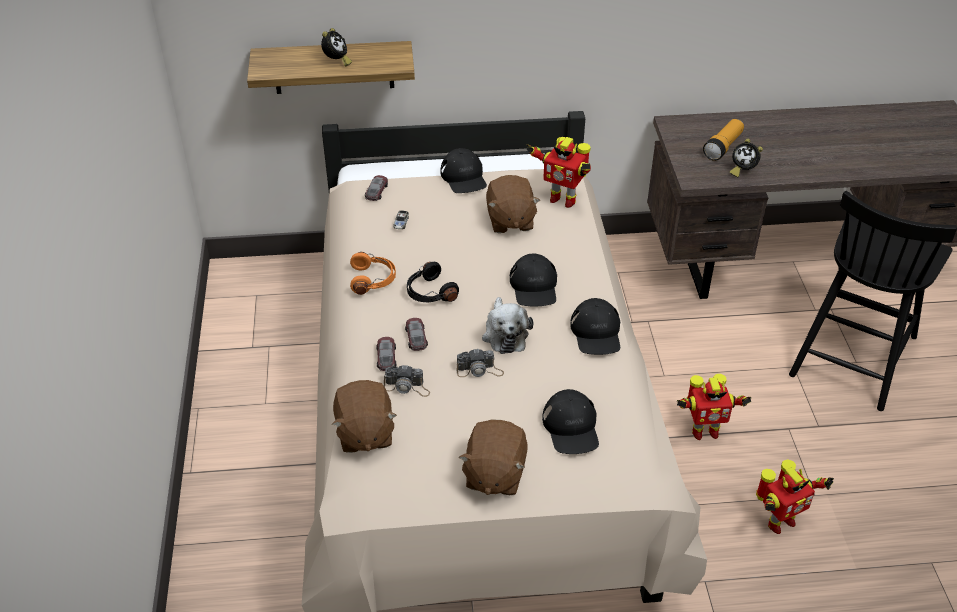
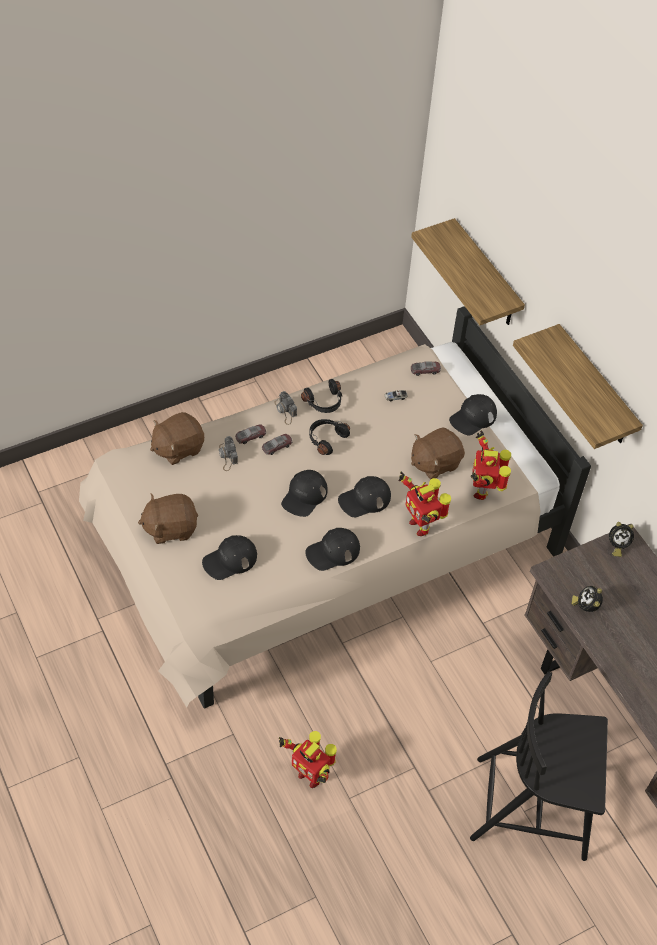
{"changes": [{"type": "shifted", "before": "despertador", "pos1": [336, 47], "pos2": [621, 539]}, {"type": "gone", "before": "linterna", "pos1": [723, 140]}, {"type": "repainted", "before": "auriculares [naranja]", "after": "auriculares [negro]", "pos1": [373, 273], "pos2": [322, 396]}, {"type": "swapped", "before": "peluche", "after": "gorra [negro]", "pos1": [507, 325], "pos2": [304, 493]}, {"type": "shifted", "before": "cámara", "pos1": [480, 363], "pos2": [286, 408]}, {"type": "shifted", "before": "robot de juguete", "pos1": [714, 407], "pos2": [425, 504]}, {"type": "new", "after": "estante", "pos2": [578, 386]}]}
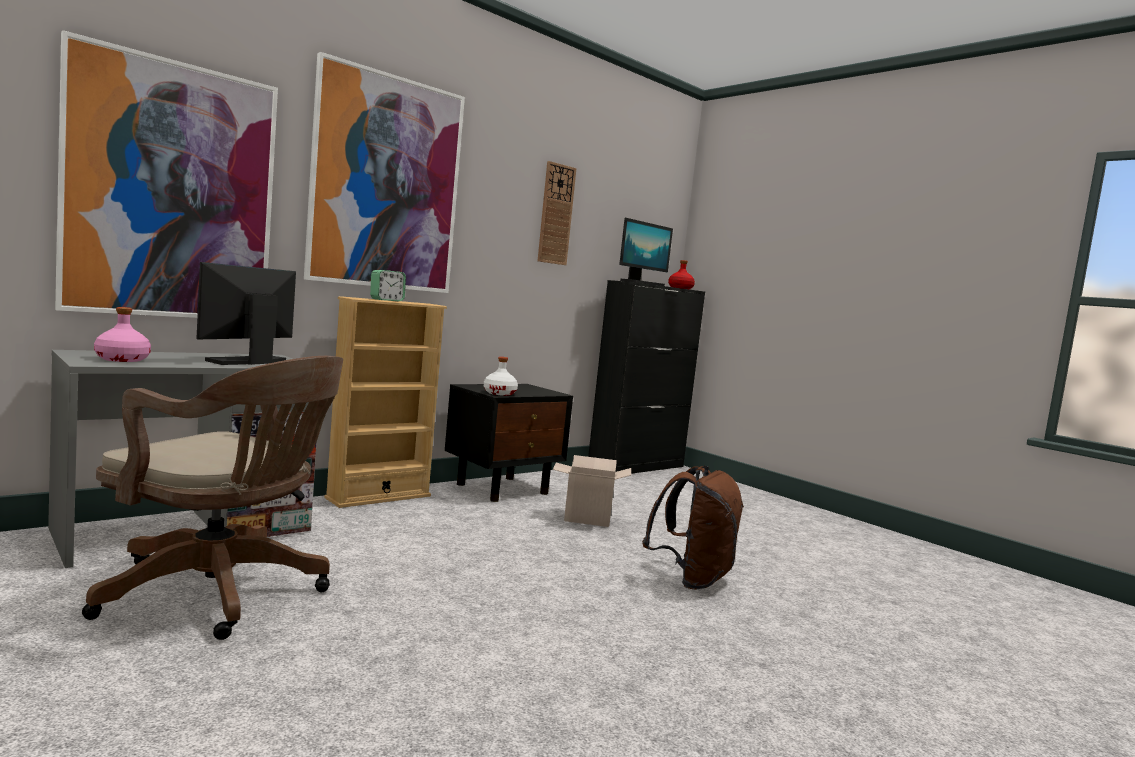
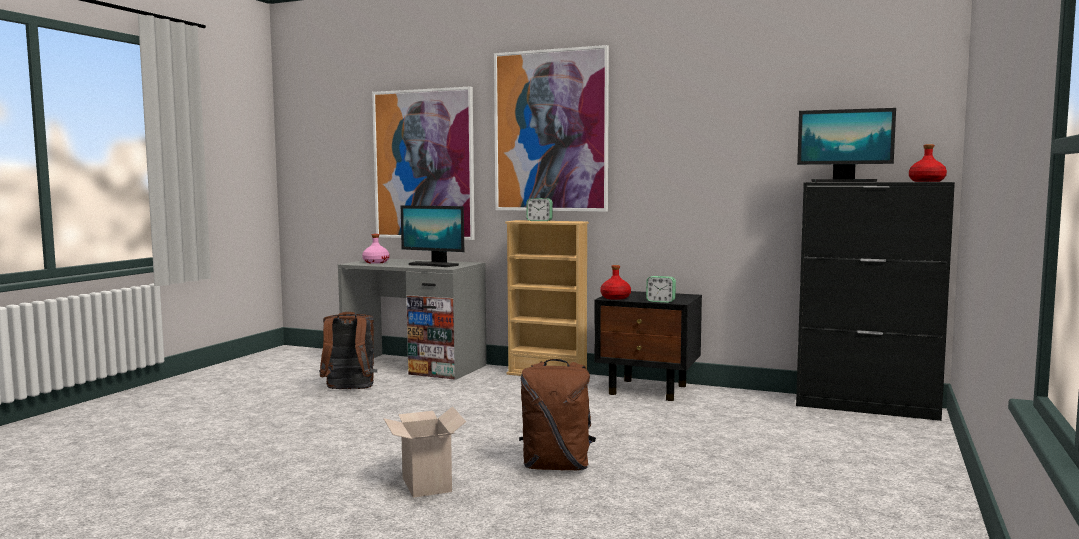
{"changes": [{"type": "gone", "before": "reloj de pared", "pos1": [557, 213]}, {"type": "rotated", "before": "monitor", "pos1": [246, 313], "pos2": [432, 236], "turn": -150}, {"type": "swapped", "before": "silla de oficina [marrón]", "after": "mochila [marrón]", "pos1": [212, 498], "pos2": [348, 350]}, {"type": "repainted", "before": "botella [blanco]", "after": "botella [rojo]", "pos1": [501, 376], "pos2": [615, 282]}, {"type": "shifted", "before": "caja de cartón", "pos1": [592, 491], "pos2": [424, 452]}, {"type": "new", "after": "despertador", "pos2": [661, 289]}]}
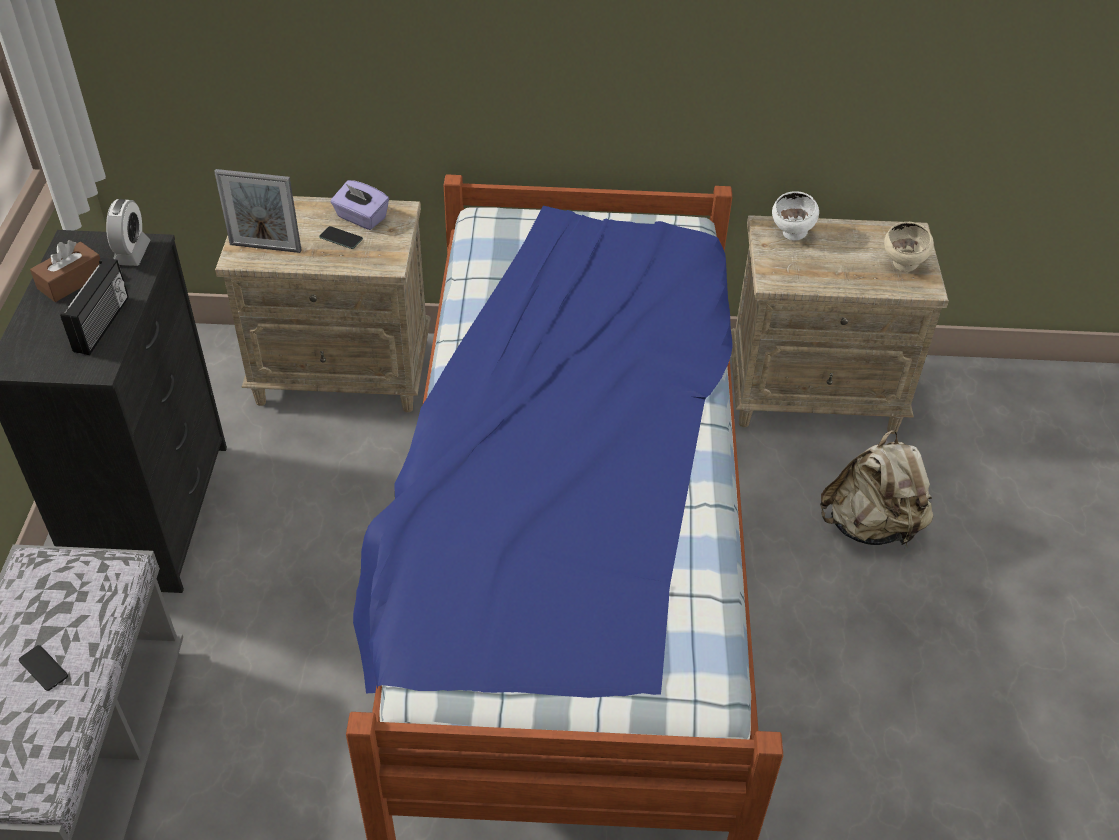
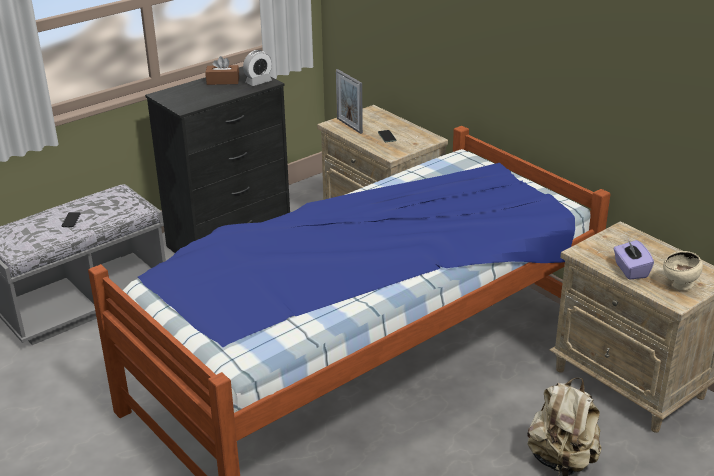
{"changes": [{"type": "shifted", "before": "caja de pañuelos [morado]", "pos1": [360, 205], "pos2": [633, 259]}, {"type": "gone", "before": "cuenco [blanco]", "pos1": [795, 215]}, {"type": "gone", "before": "radio", "pos1": [94, 306]}]}
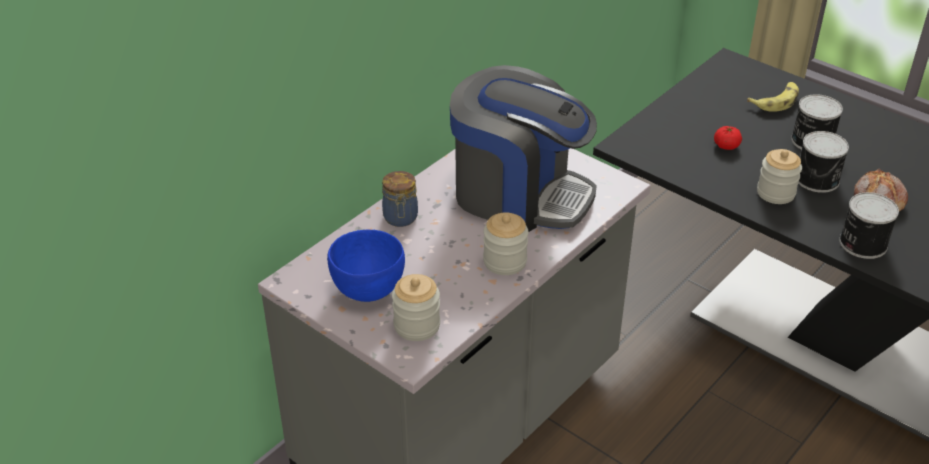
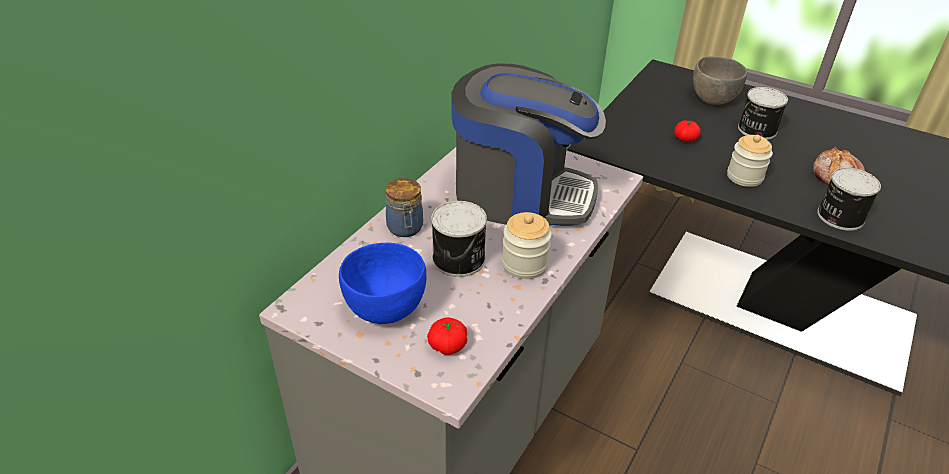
{"changes": [{"type": "swapped", "before": "plátano", "after": "cuenco [gris]", "pos1": [773, 97], "pos2": [720, 80]}, {"type": "shifted", "before": "lata", "pos1": [823, 162], "pos2": [459, 239]}, {"type": "swapped", "before": "tarro", "after": "tomate", "pos1": [416, 307], "pos2": [447, 336]}]}
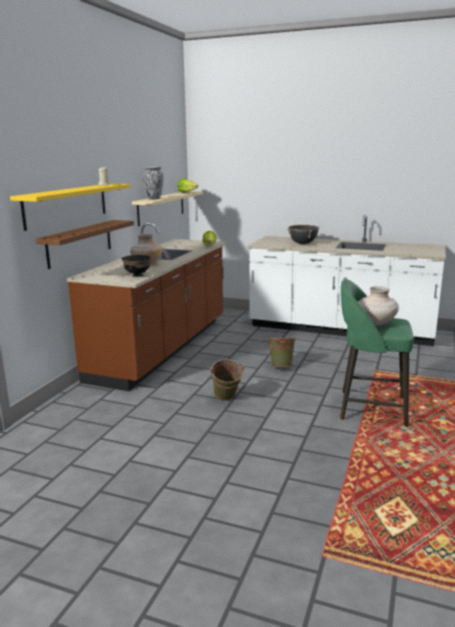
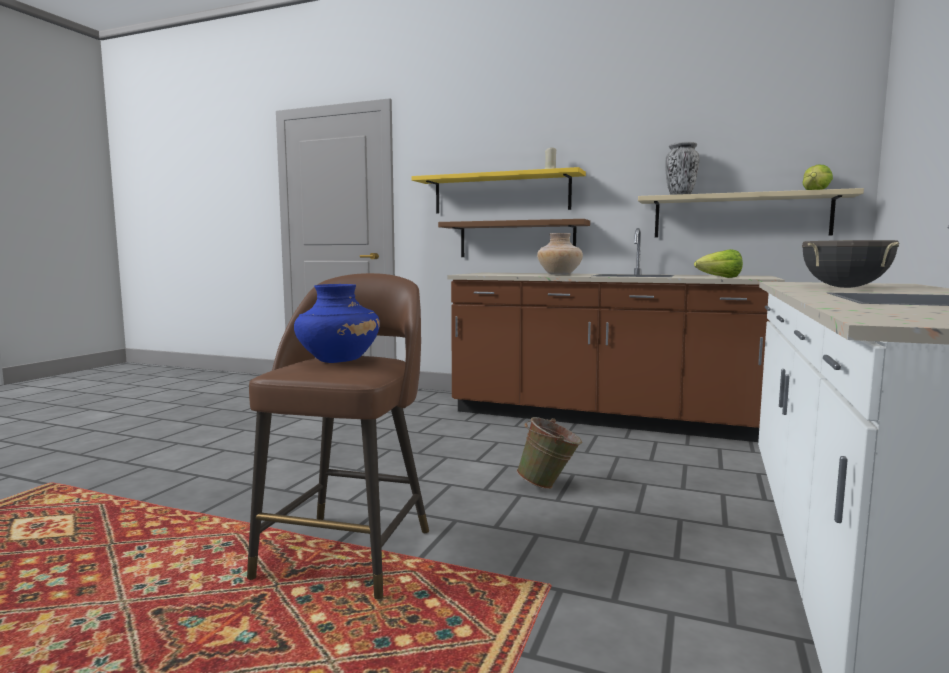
{"changes": [{"type": "gone", "before": "cuenco [negro]", "pos1": [136, 266]}, {"type": "repainted", "before": "taburete [verde]", "after": "taburete [marrón]", "pos1": [377, 353], "pos2": [338, 436]}, {"type": "repainted", "before": "florero [beis]", "after": "florero [azul]", "pos1": [378, 306], "pos2": [337, 323]}, {"type": "gone", "before": "cubo [verde]", "pos1": [227, 380]}]}
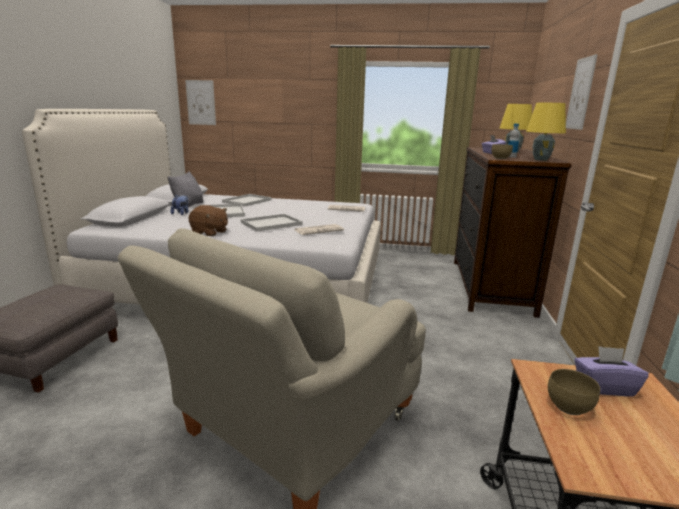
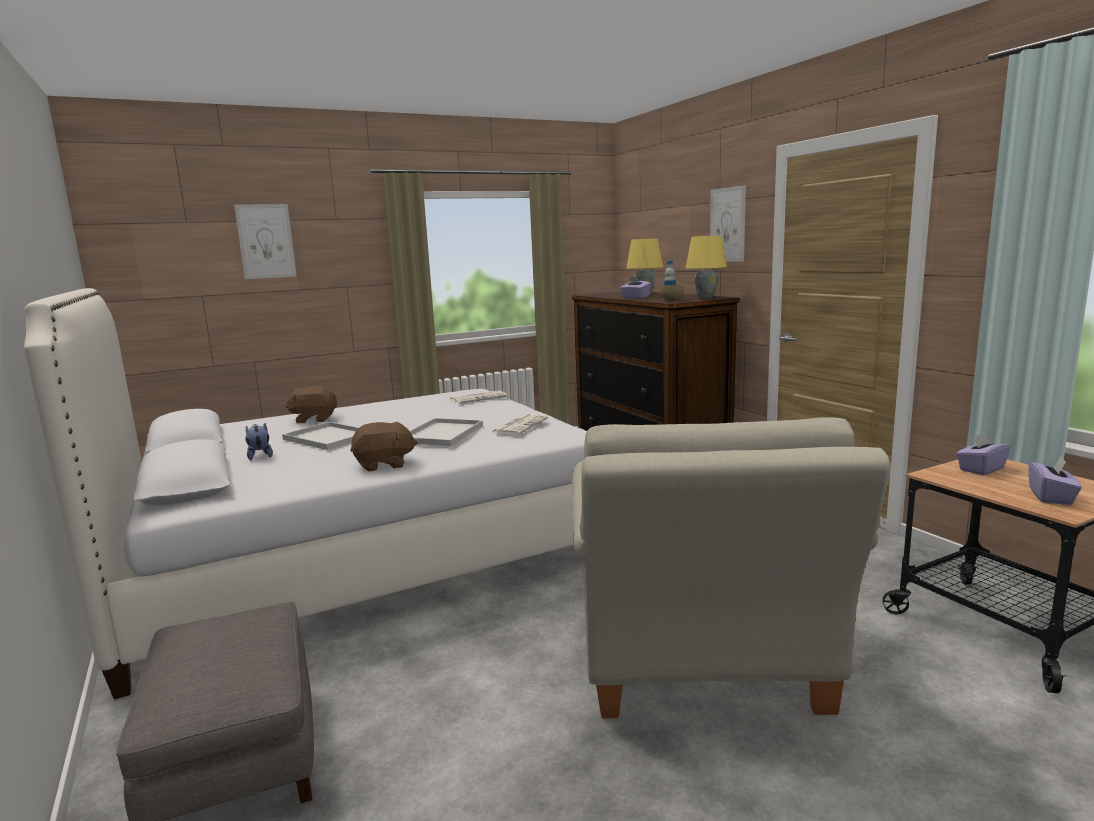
{"changes": [{"type": "shifted", "before": "cuadro", "pos1": [200, 102], "pos2": [265, 241]}, {"type": "gone", "before": "cojín [gris]", "pos1": [185, 189]}, {"type": "swapped", "before": "bandeja [blanco]", "after": "peluche [marrón]", "pos1": [247, 200], "pos2": [311, 404]}, {"type": "gone", "before": "cuenco [marrón]", "pos1": [574, 392]}, {"type": "new", "after": "caja de pañuelos [morado]", "pos2": [1055, 481]}]}
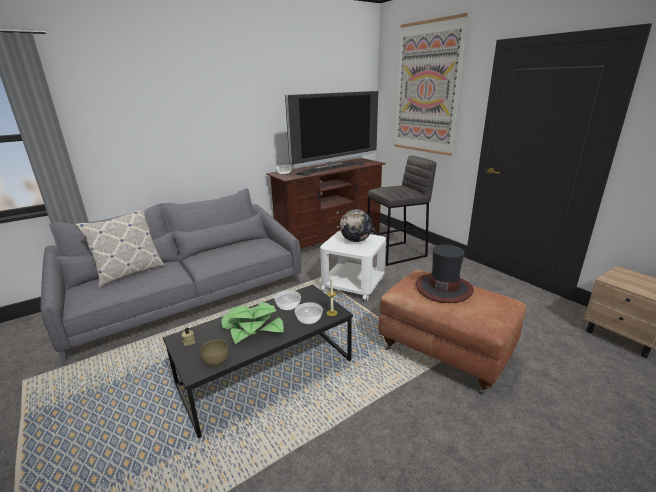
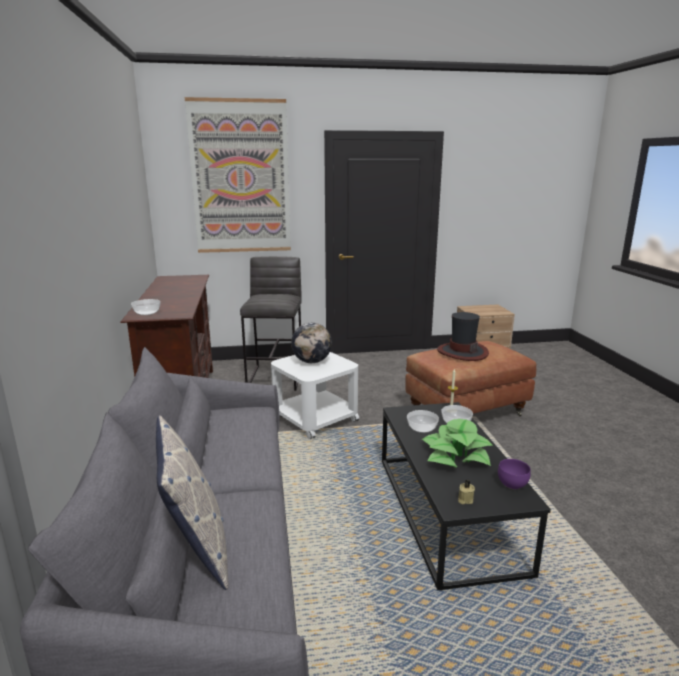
{"changes": [{"type": "gone", "before": "televisor", "pos1": [331, 133]}, {"type": "repainted", "before": "cuenco [marrón]", "after": "cuenco [morado]", "pos1": [214, 353], "pos2": [514, 474]}]}
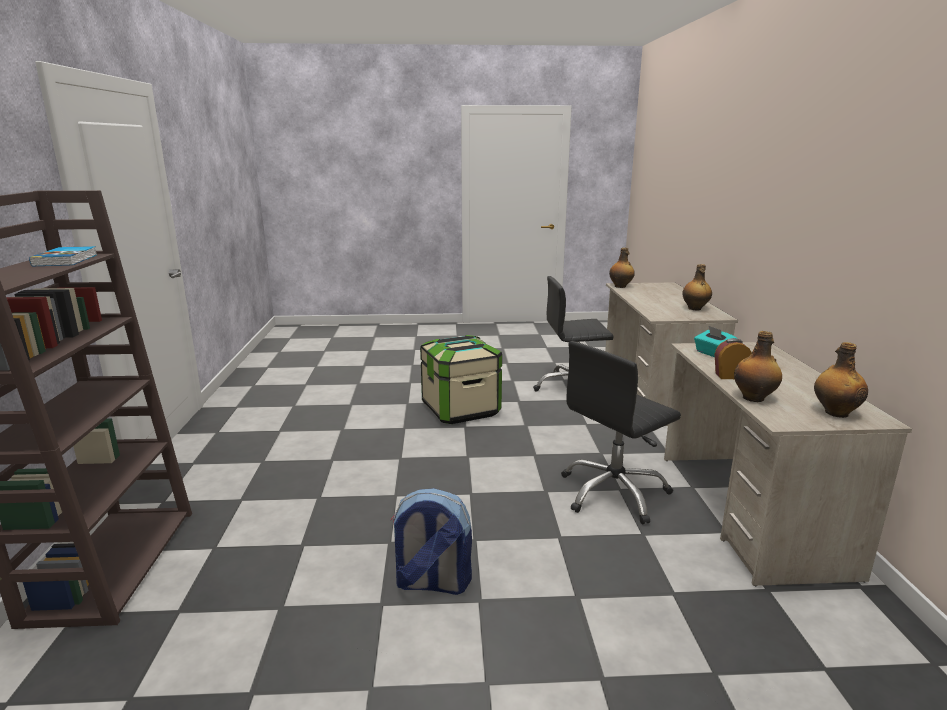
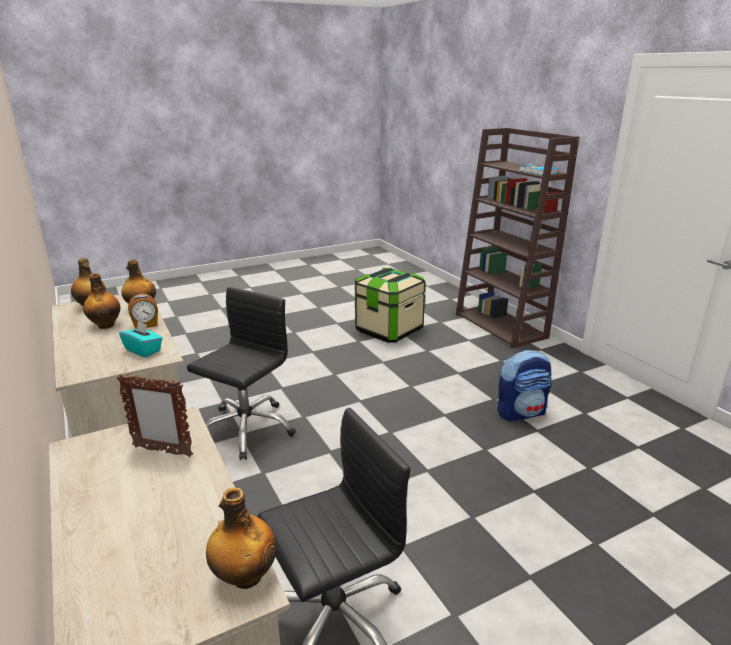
{"changes": [{"type": "shifted", "before": "botella", "pos1": [697, 287], "pos2": [101, 301]}, {"type": "shifted", "before": "caja de almacenaje", "pos1": [461, 379], "pos2": [390, 305]}, {"type": "shifted", "before": "mochila", "pos1": [431, 541], "pos2": [524, 385]}, {"type": "new", "after": "portarretratos", "pos2": [155, 415]}]}
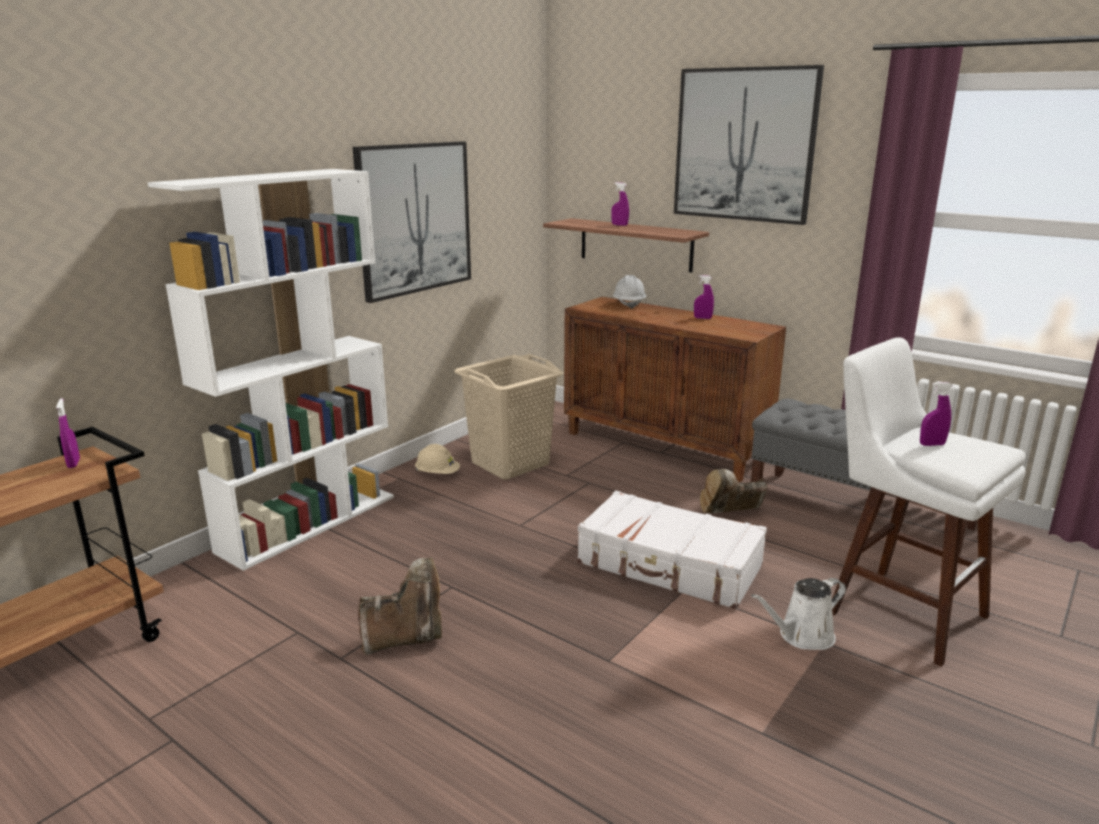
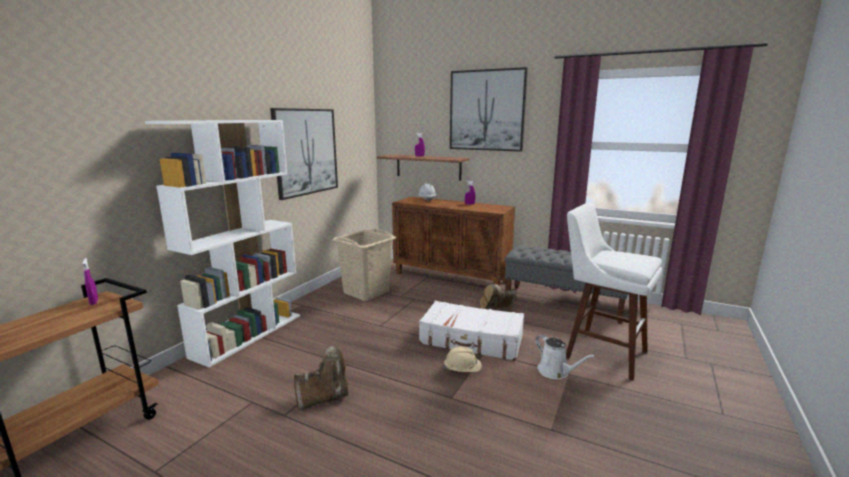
{"changes": [{"type": "gone", "before": "pulverizador [morado]", "pos1": [936, 414]}, {"type": "shifted", "before": "casco [beis]", "pos1": [437, 459], "pos2": [462, 359]}, {"type": "rotated", "before": "regadera [blanco]", "pos1": [798, 614], "pos2": [565, 357], "turn": -90}]}
